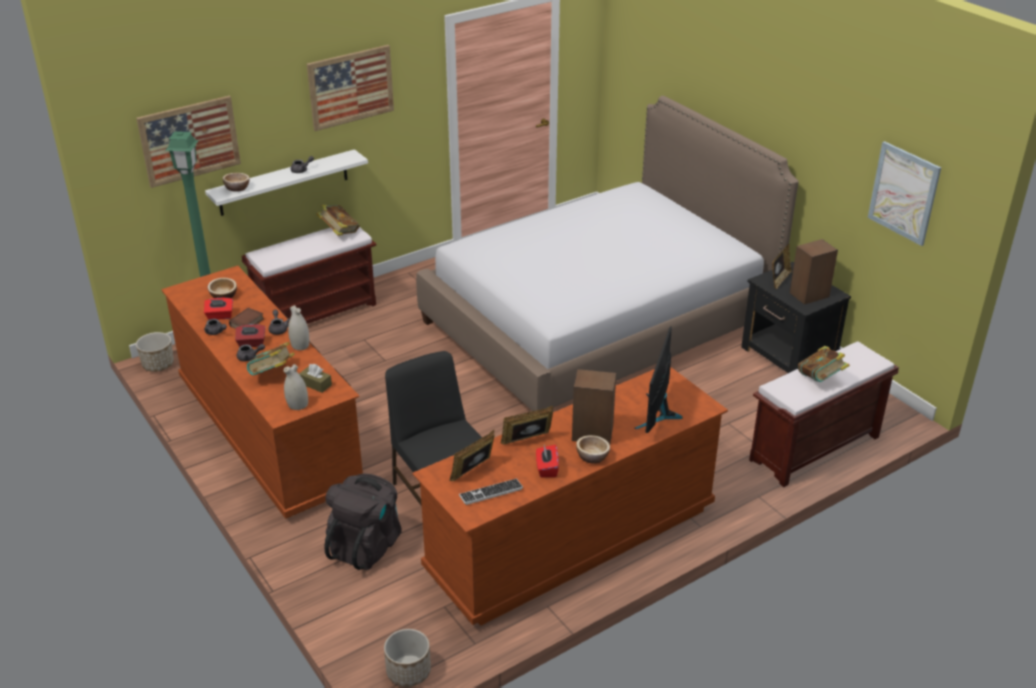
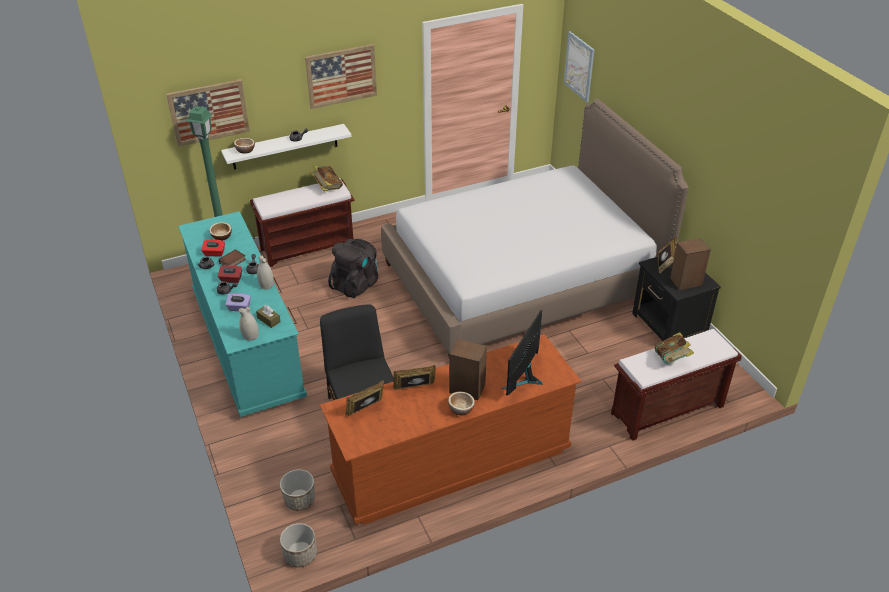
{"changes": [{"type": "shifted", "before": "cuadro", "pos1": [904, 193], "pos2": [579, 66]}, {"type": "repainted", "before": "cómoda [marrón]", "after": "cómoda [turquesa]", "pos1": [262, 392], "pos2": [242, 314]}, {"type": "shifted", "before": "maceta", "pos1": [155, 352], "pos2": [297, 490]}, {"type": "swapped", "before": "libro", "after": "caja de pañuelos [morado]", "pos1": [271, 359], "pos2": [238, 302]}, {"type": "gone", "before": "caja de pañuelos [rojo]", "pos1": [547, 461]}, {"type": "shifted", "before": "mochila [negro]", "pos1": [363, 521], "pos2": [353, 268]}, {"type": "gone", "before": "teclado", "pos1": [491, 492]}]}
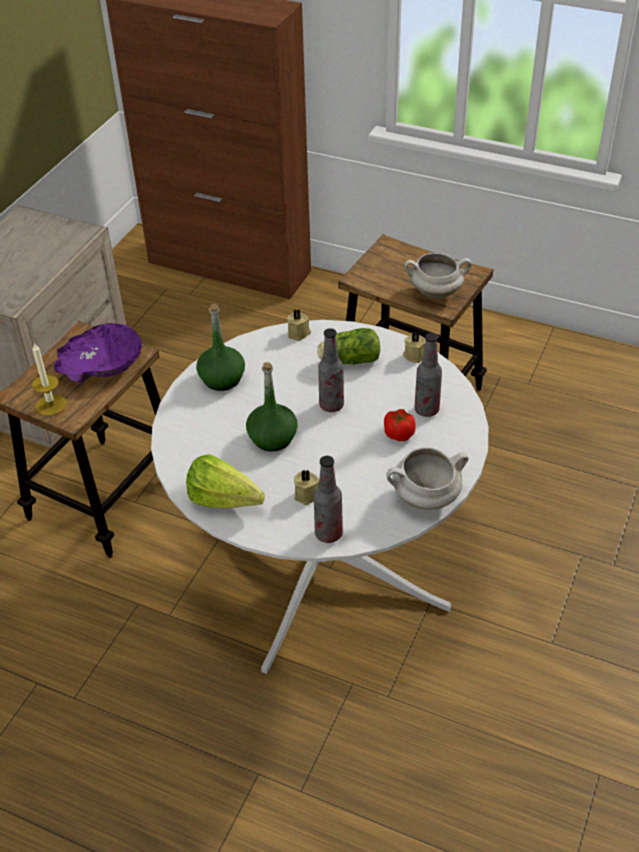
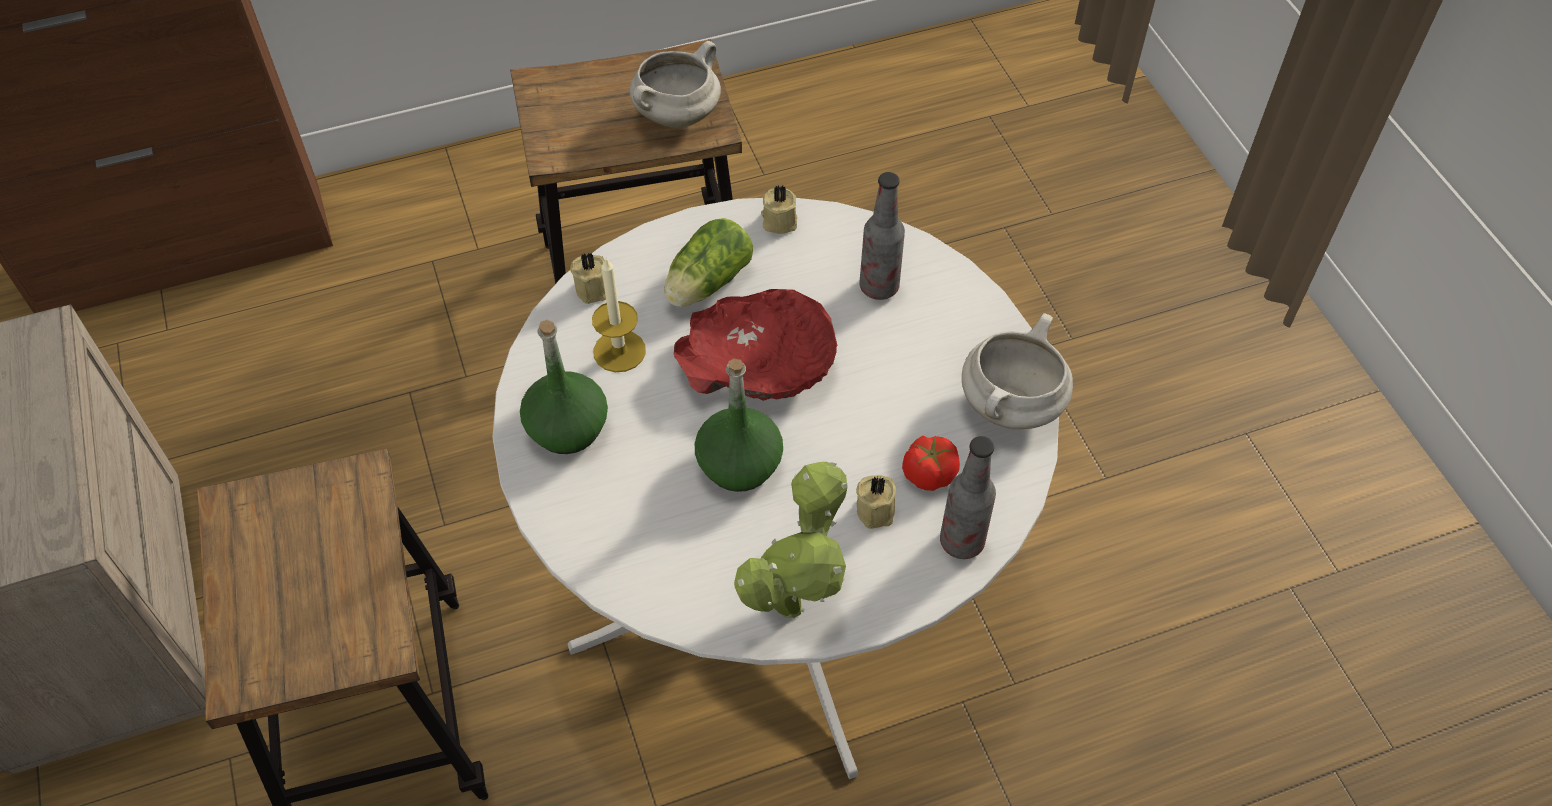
{"changes": [{"type": "gone", "before": "cuenco [morado]", "pos1": [98, 352]}, {"type": "swapped", "before": "botella", "after": "cuenco [rojo]", "pos1": [331, 370], "pos2": [755, 345]}, {"type": "shifted", "before": "vela", "pos1": [49, 379], "pos2": [619, 315]}, {"type": "shifted", "before": "tomate", "pos1": [400, 425], "pos2": [931, 463]}, {"type": "swapped", "before": "lechuga", "after": "planta en maceta", "pos1": [225, 481], "pos2": [791, 539]}]}
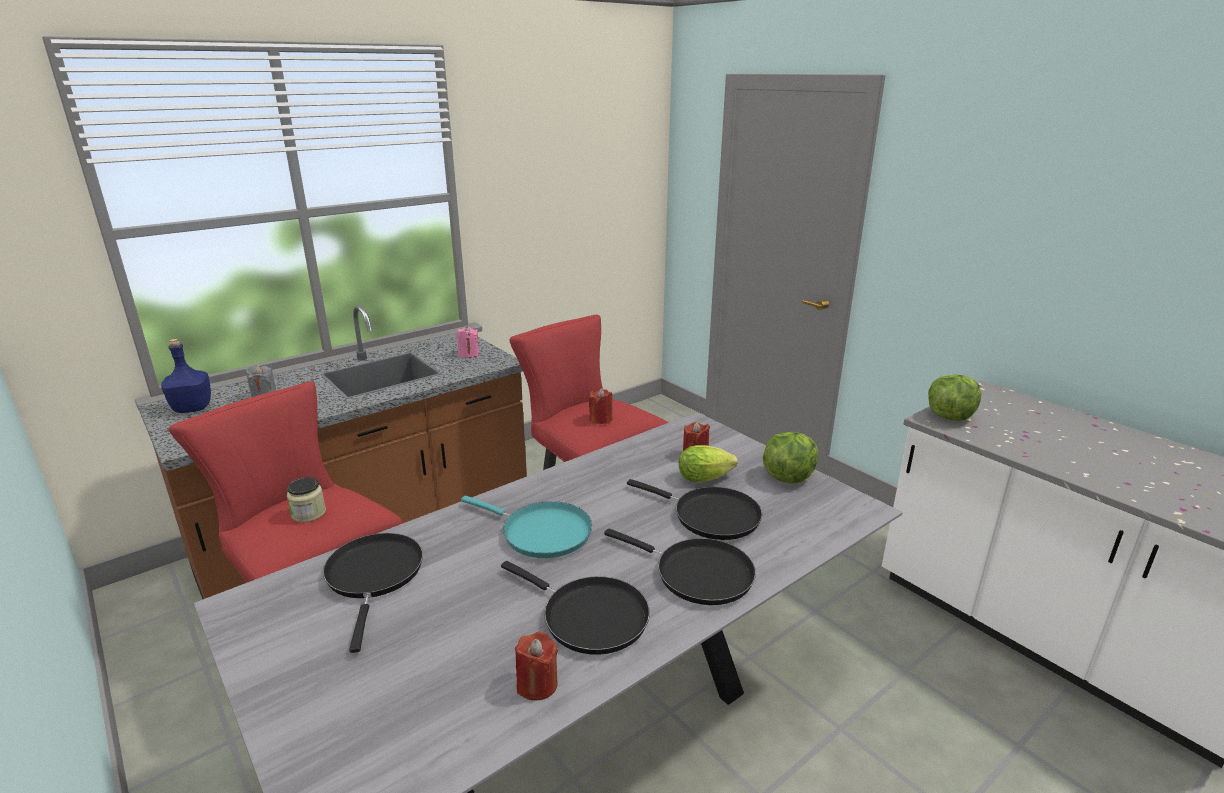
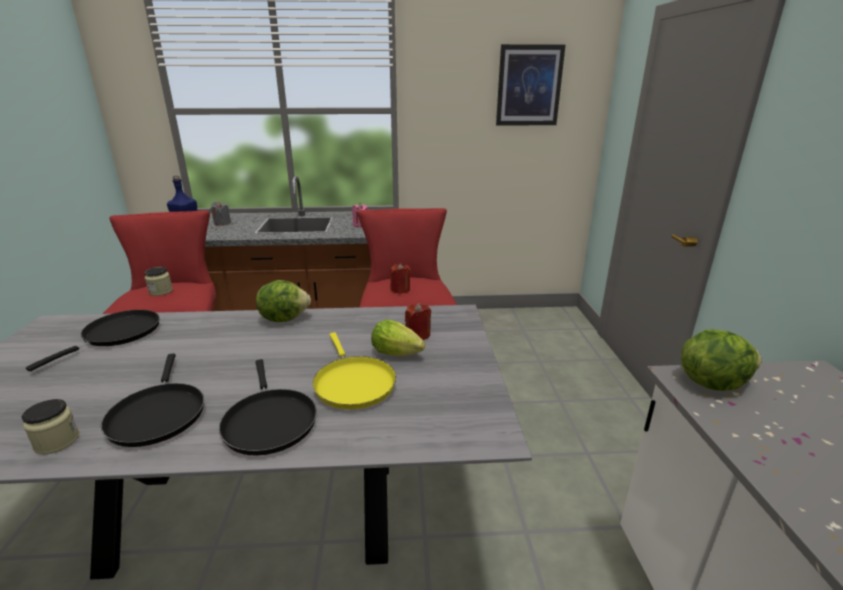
{"changes": [{"type": "shifted", "before": "lechuga", "pos1": [790, 458], "pos2": [283, 301]}, {"type": "repainted", "before": "sartén [negro]", "after": "sartén [amarillo]", "pos1": [694, 509], "pos2": [354, 370]}, {"type": "gone", "before": "sartén [turquesa]", "pos1": [526, 527]}, {"type": "swapped", "before": "vela [rojo]", "after": "tarro", "pos1": [536, 666], "pos2": [50, 426]}, {"type": "new", "after": "cuadro", "pos2": [530, 85]}]}
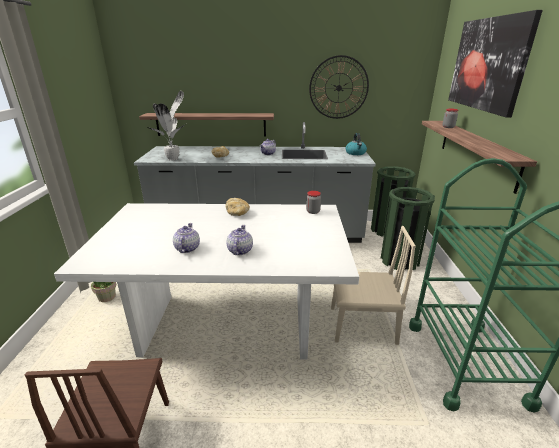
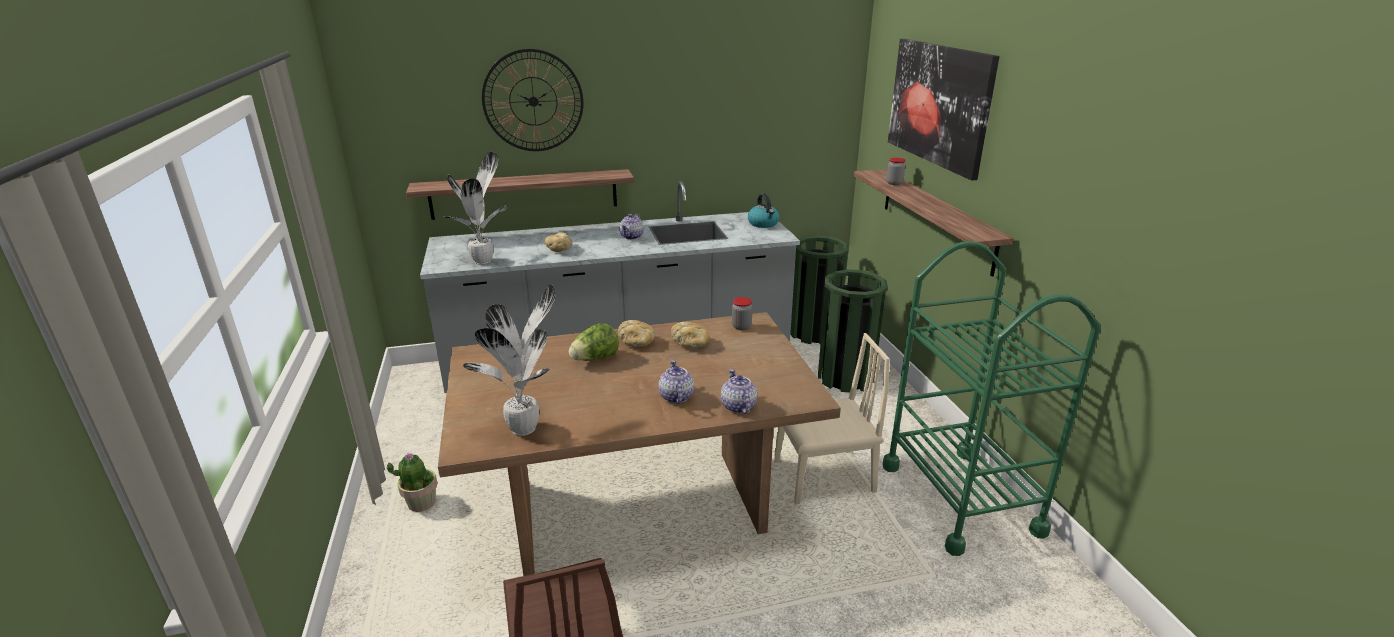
{"changes": [{"type": "shifted", "before": "reloj de pared", "pos1": [339, 87], "pos2": [533, 100]}, {"type": "repainted", "before": "mesa de comedor [blanco]", "after": "mesa de comedor [marrón]", "pos1": [206, 281], "pos2": [639, 444]}, {"type": "shifted", "before": "tetera", "pos1": [186, 238], "pos2": [739, 391]}, {"type": "new", "after": "planta en maceta", "pos2": [509, 360]}, {"type": "new", "after": "pan", "pos2": [690, 335]}, {"type": "new", "after": "lechuga", "pos2": [594, 342]}]}
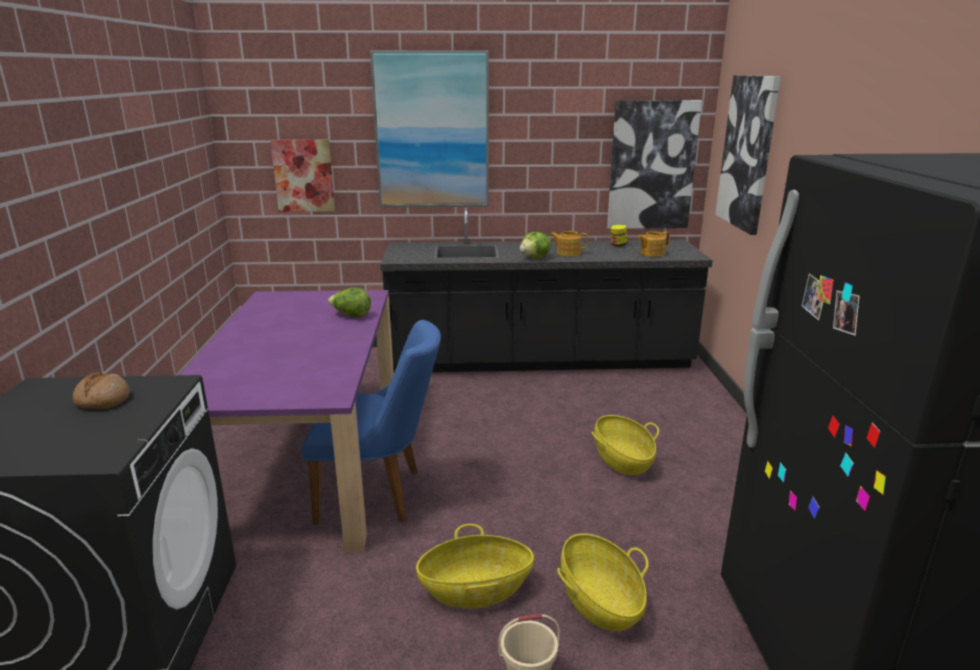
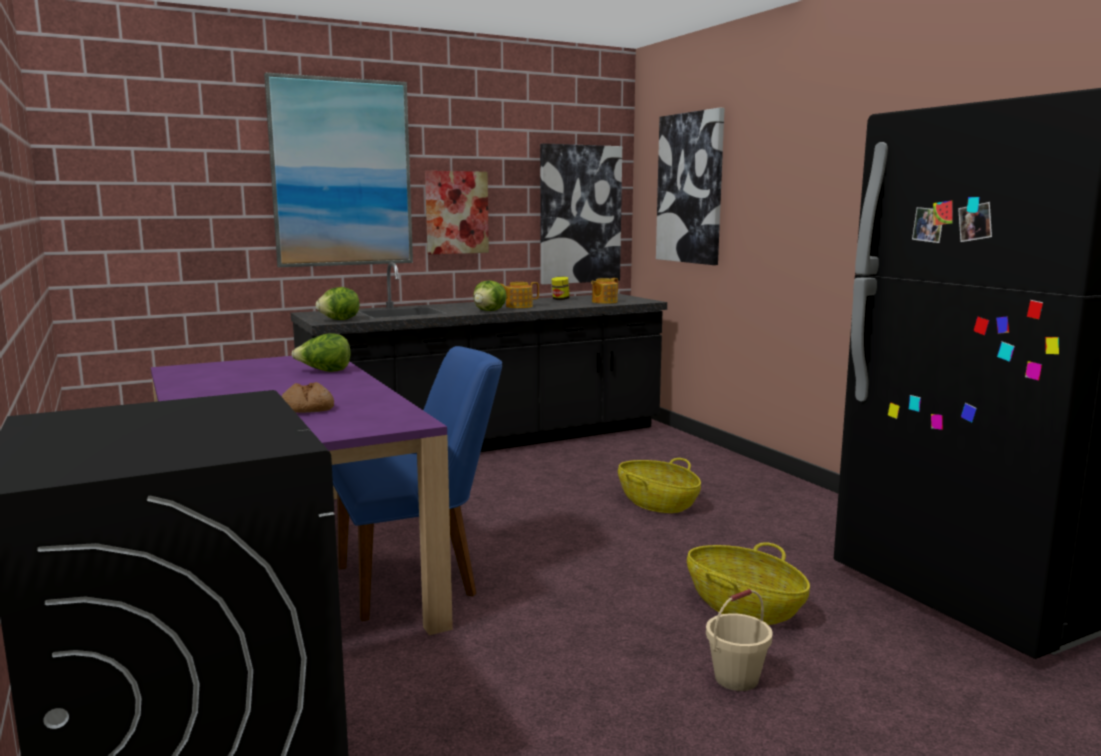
{"changes": [{"type": "shifted", "before": "cuadro", "pos1": [302, 176], "pos2": [457, 212]}, {"type": "shifted", "before": "pan", "pos1": [101, 391], "pos2": [307, 397]}, {"type": "gone", "before": "cesta", "pos1": [475, 566]}, {"type": "new", "after": "lechuga", "pos2": [338, 303]}]}
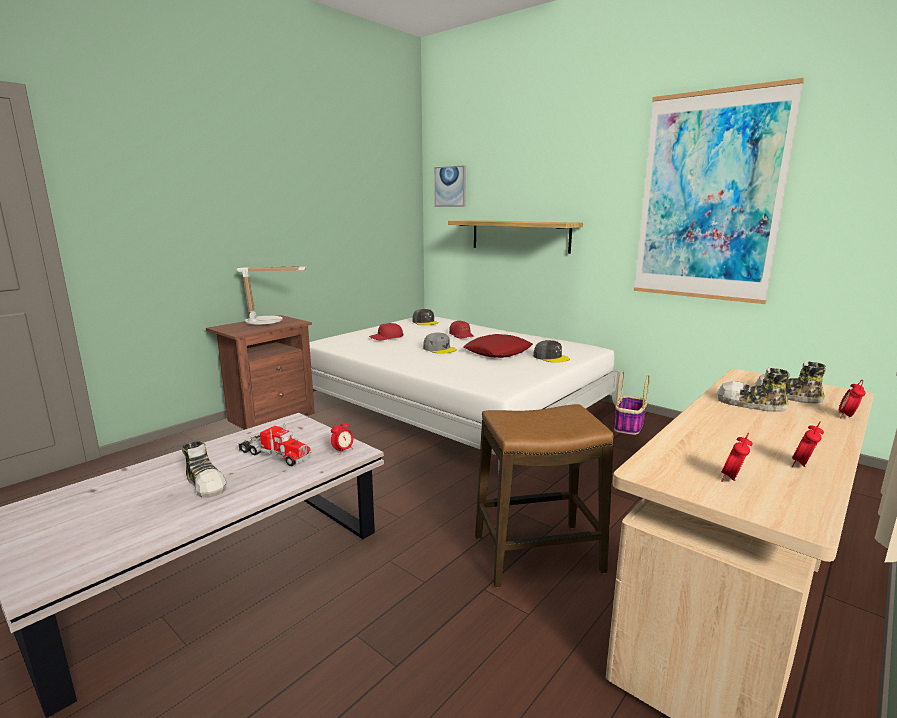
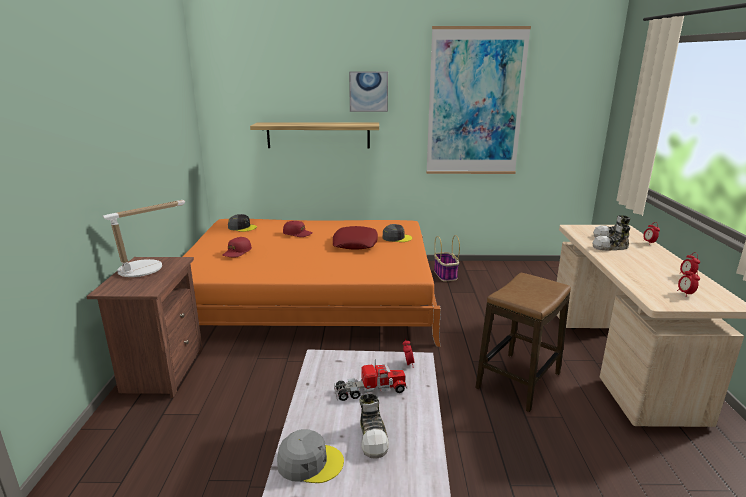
{"changes": [{"type": "shifted", "before": "cuadro", "pos1": [450, 186], "pos2": [368, 92]}, {"type": "repainted", "before": "cama [blanco]", "after": "cama [naranja]", "pos1": [465, 394], "pos2": [312, 283]}, {"type": "shifted", "before": "gorra [gris]", "pos1": [440, 343], "pos2": [310, 456]}, {"type": "rotated", "before": "zapato", "pos1": [204, 469], "pos2": [374, 426], "turn": 75}]}
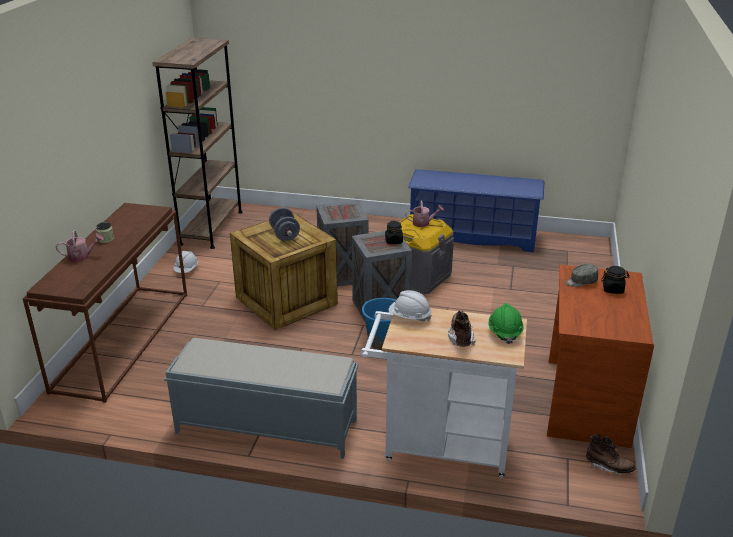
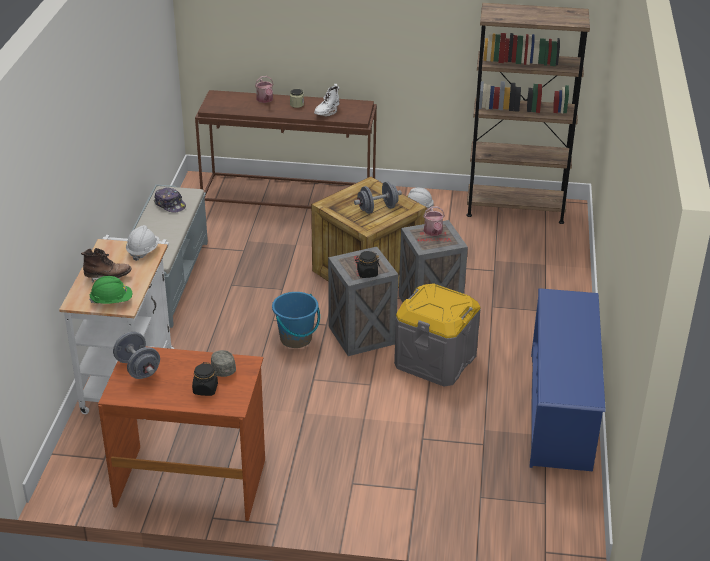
{"changes": [{"type": "shifted", "before": "regadera", "pos1": [424, 214], "pos2": [434, 221]}, {"type": "gone", "before": "bota [marrón]", "pos1": [611, 454]}, {"type": "new", "after": "bota [blanco]", "pos2": [326, 100]}, {"type": "new", "after": "gorra", "pos2": [170, 200]}, {"type": "new", "after": "mancuerna [gris]", "pos2": [136, 355]}]}
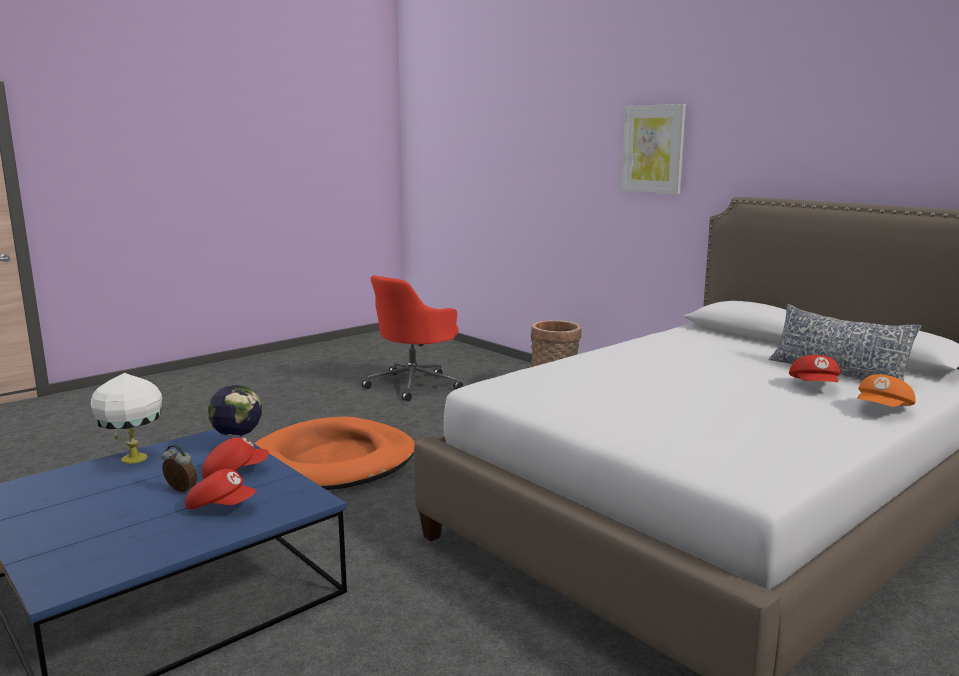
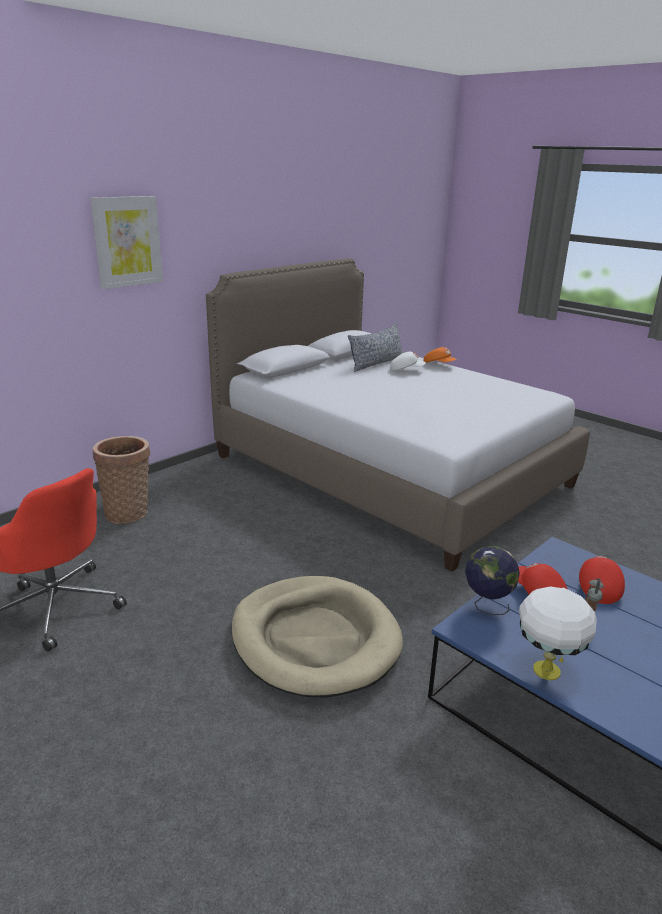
{"changes": [{"type": "repainted", "before": "gorra [rojo]", "after": "gorra [blanco]", "pos1": [814, 369], "pos2": [408, 361]}, {"type": "repainted", "before": "cama para perro [naranja]", "after": "cama para perro [beis]", "pos1": [334, 453], "pos2": [317, 637]}]}
